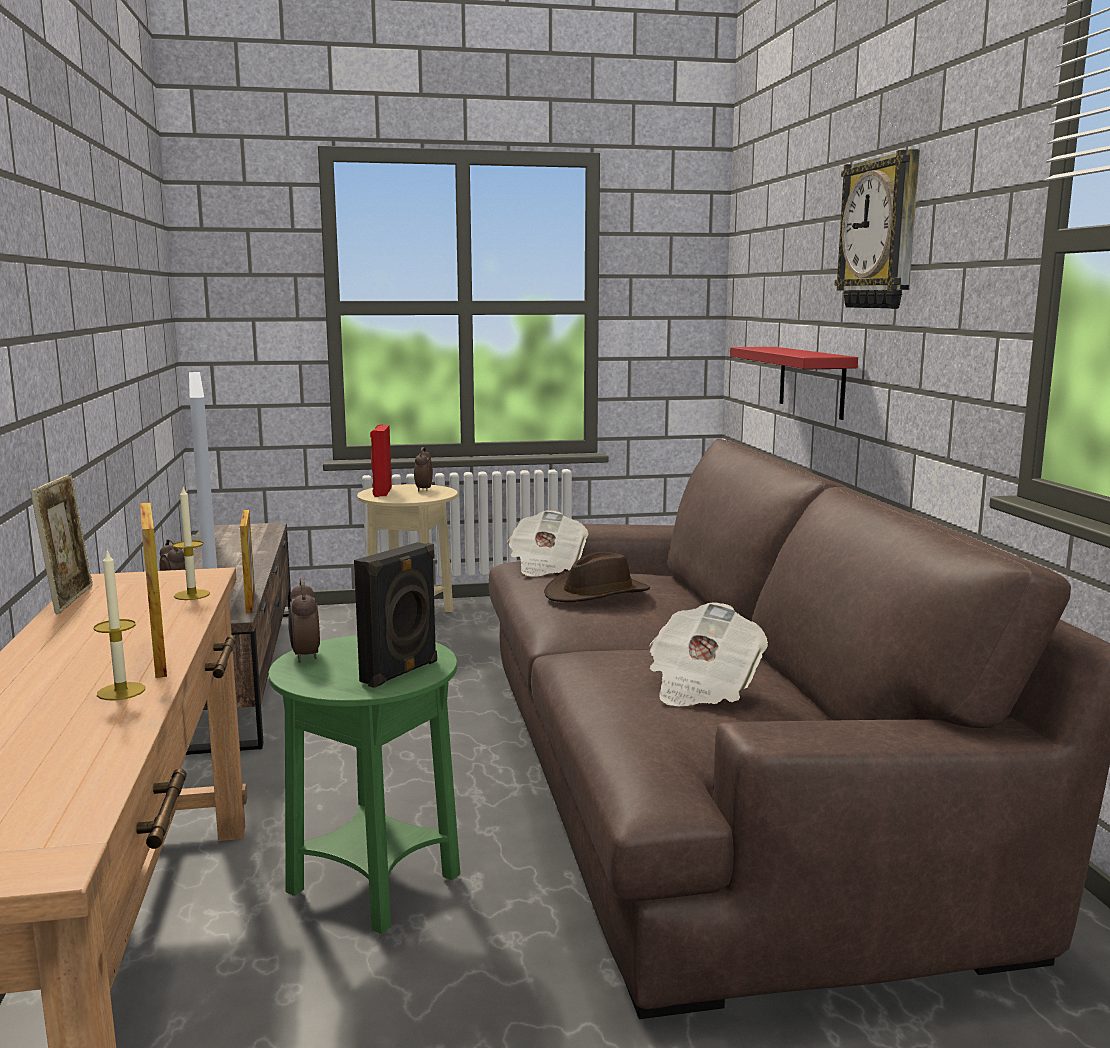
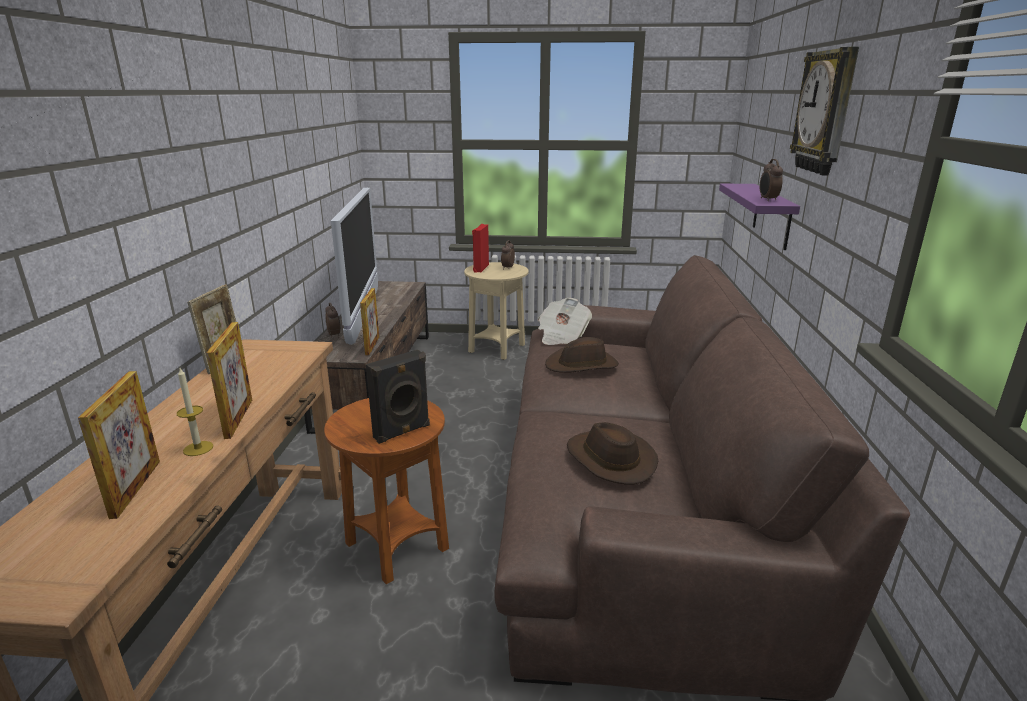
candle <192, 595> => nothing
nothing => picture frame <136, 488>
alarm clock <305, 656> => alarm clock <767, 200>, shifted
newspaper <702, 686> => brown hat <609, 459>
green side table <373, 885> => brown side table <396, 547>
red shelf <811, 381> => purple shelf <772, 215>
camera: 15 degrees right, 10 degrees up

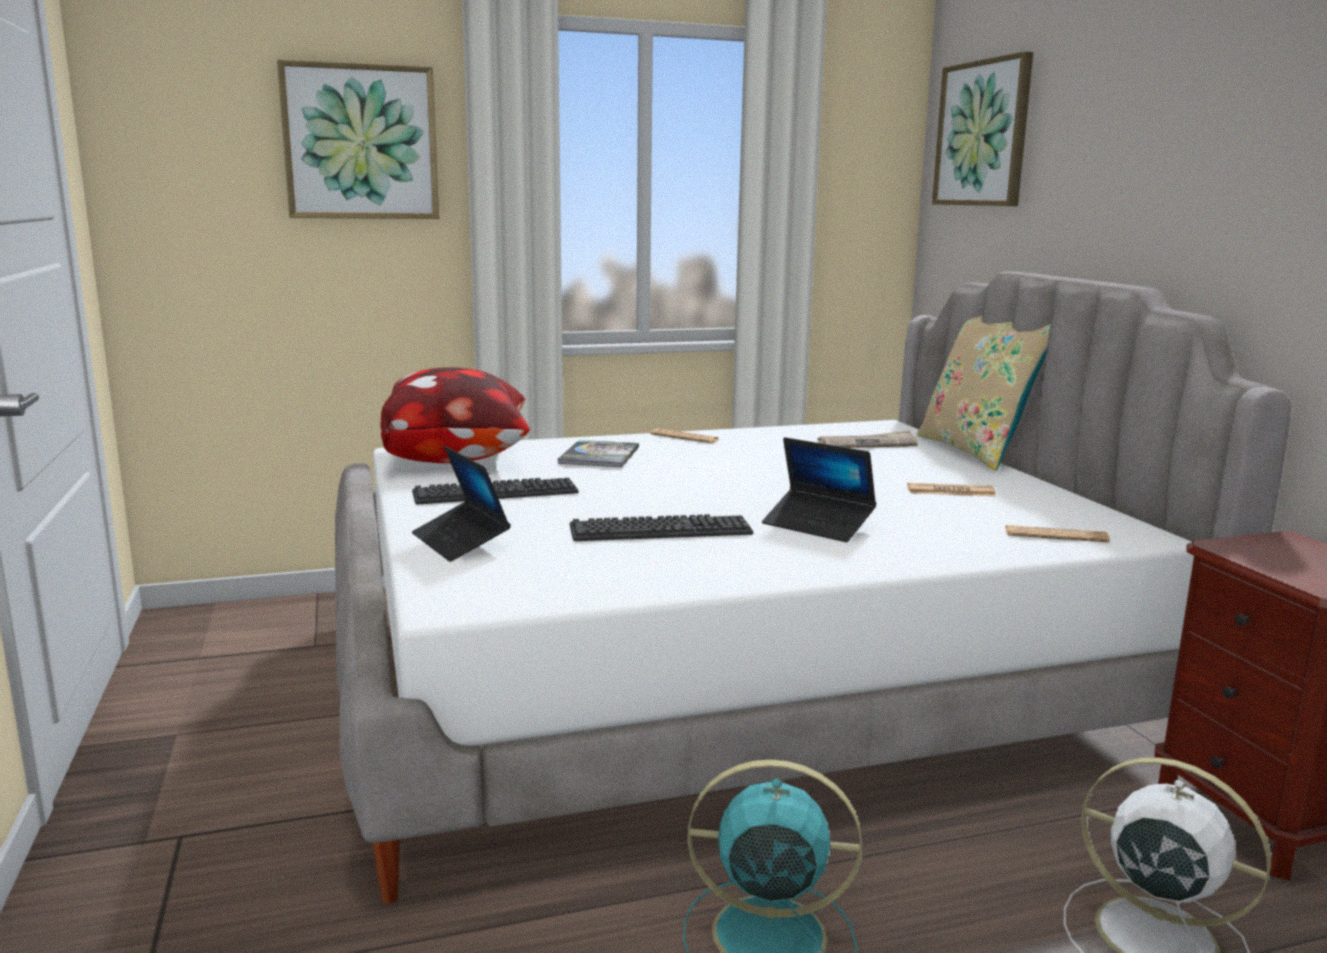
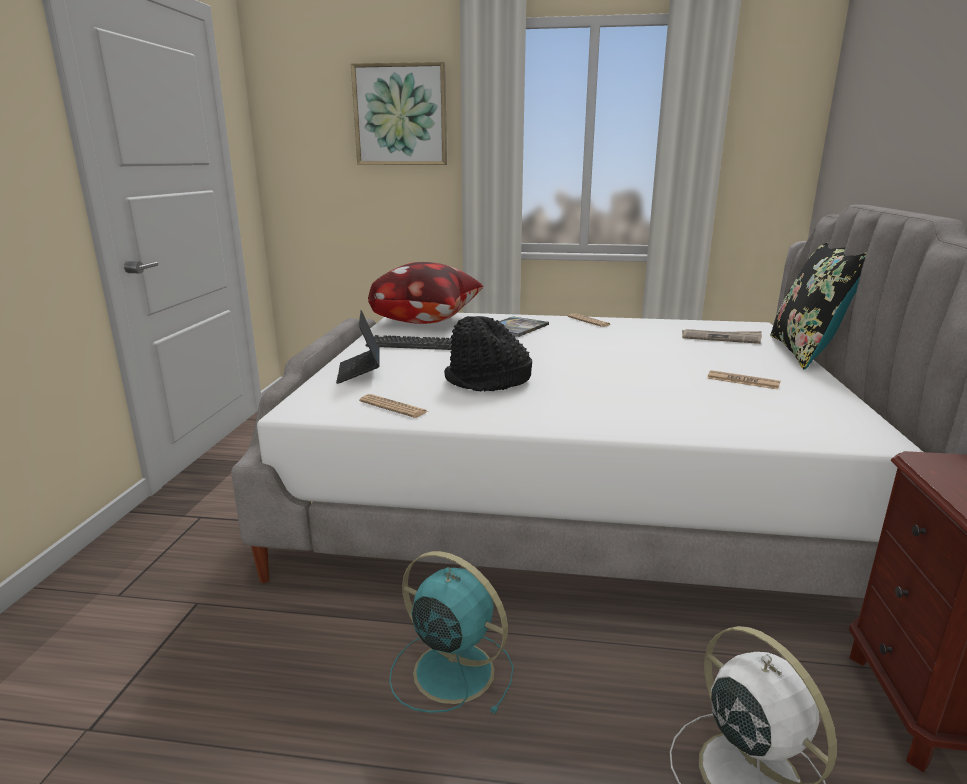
laptop <818, 525> => nothing
picture <983, 134> => nothing
newspaper <1055, 536> => newspaper <393, 407>, shifted
keyboard <660, 530> => black hat <487, 381>
beige pillow <976, 451> => black pillow <808, 352>
camera: 25 degrees right, 5 degrees up

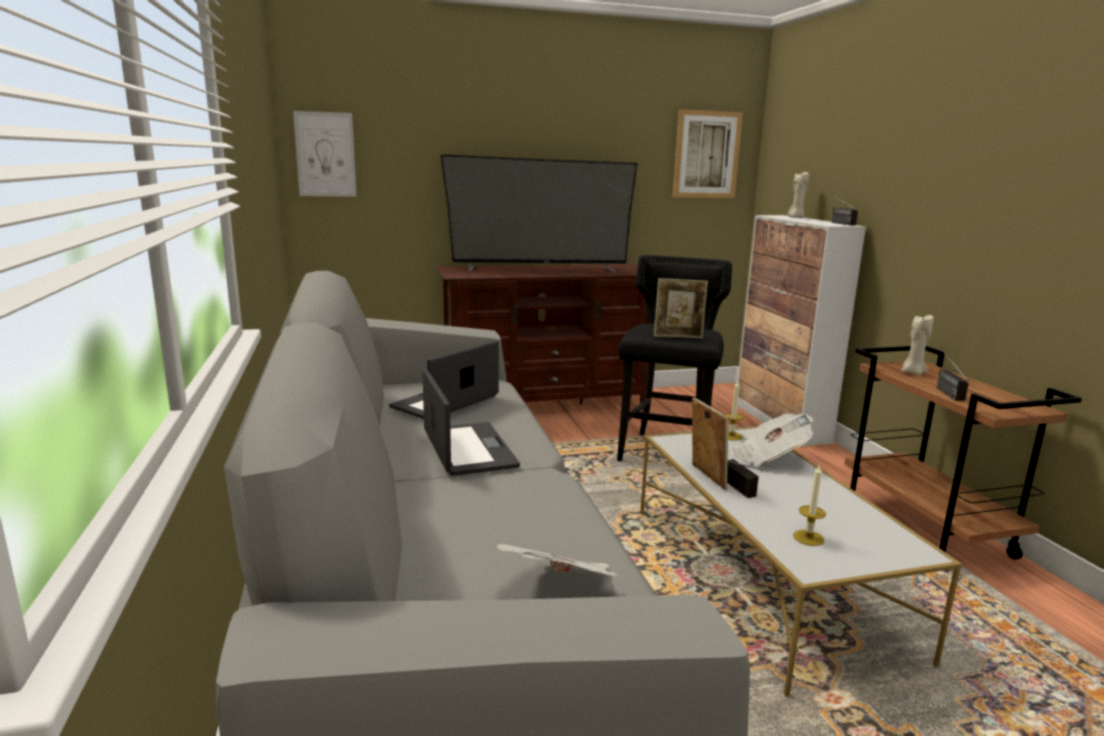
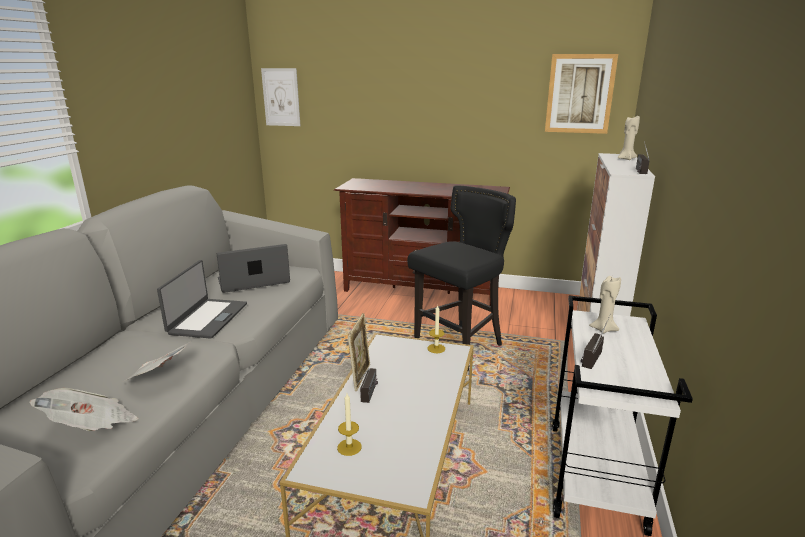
television <539, 269> => nothing
picture frame <678, 337> => nothing
newspaper <768, 457> => newspaper <160, 377>, shifted
brown cart <927, 529> => white cart <596, 476>
camera: 30 degrees right, 5 degrees up

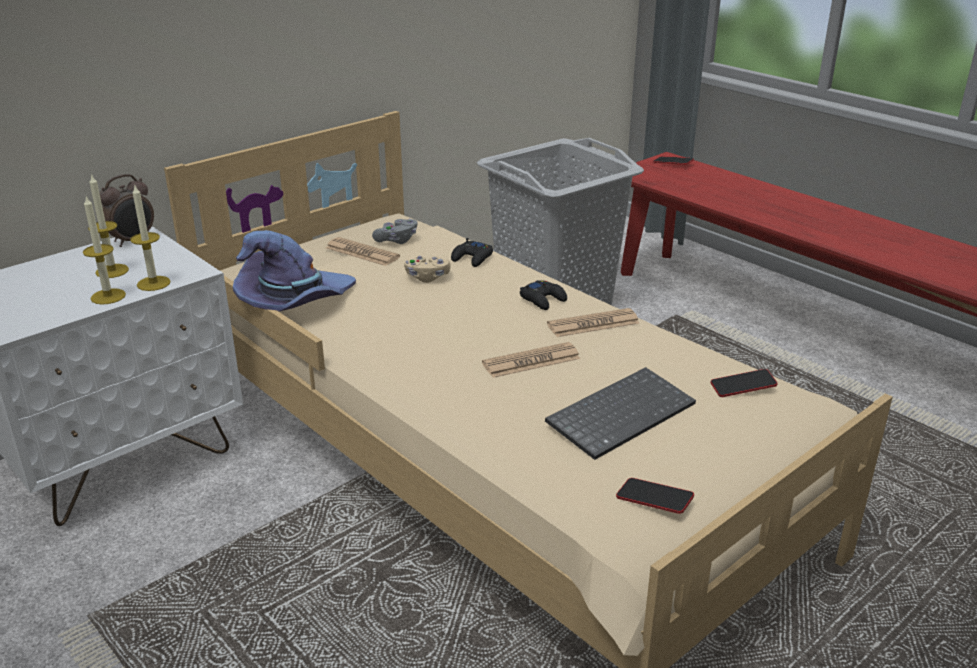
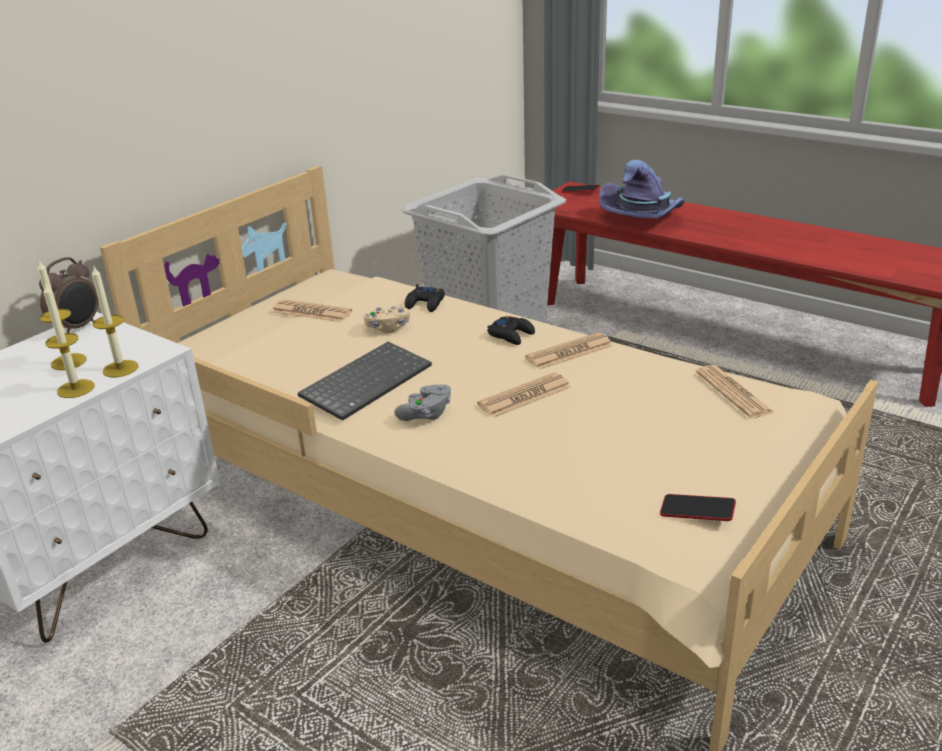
purple hat <294, 301> => purple hat <642, 217>, shifted
grey game controller <397, 240> => grey game controller <426, 414>, shifted
keyboard <620, 413> => keyboard <366, 381>, shifted
phone <743, 387> => newspaper <733, 392>
camera: 10 degrees left, 0 degrees up

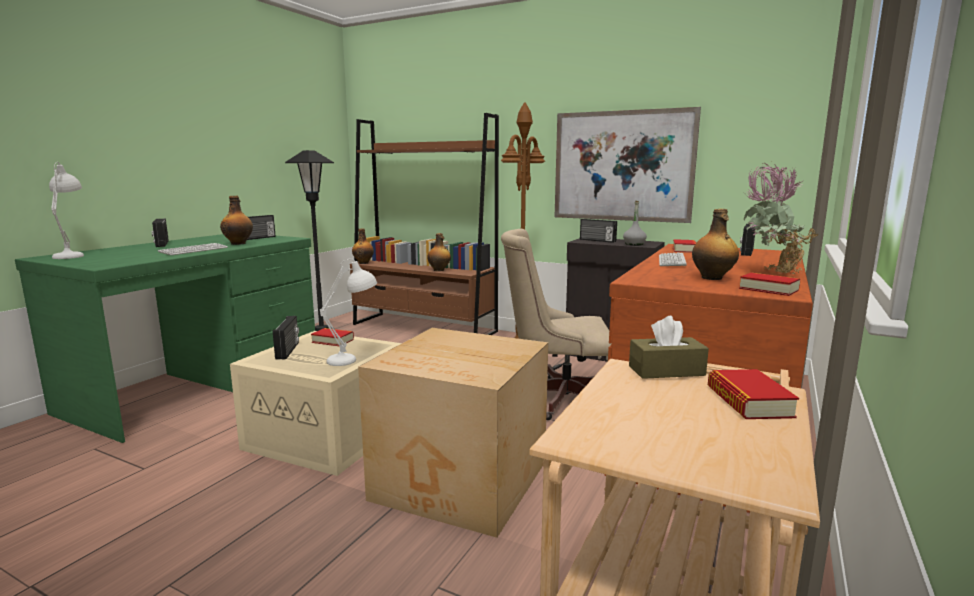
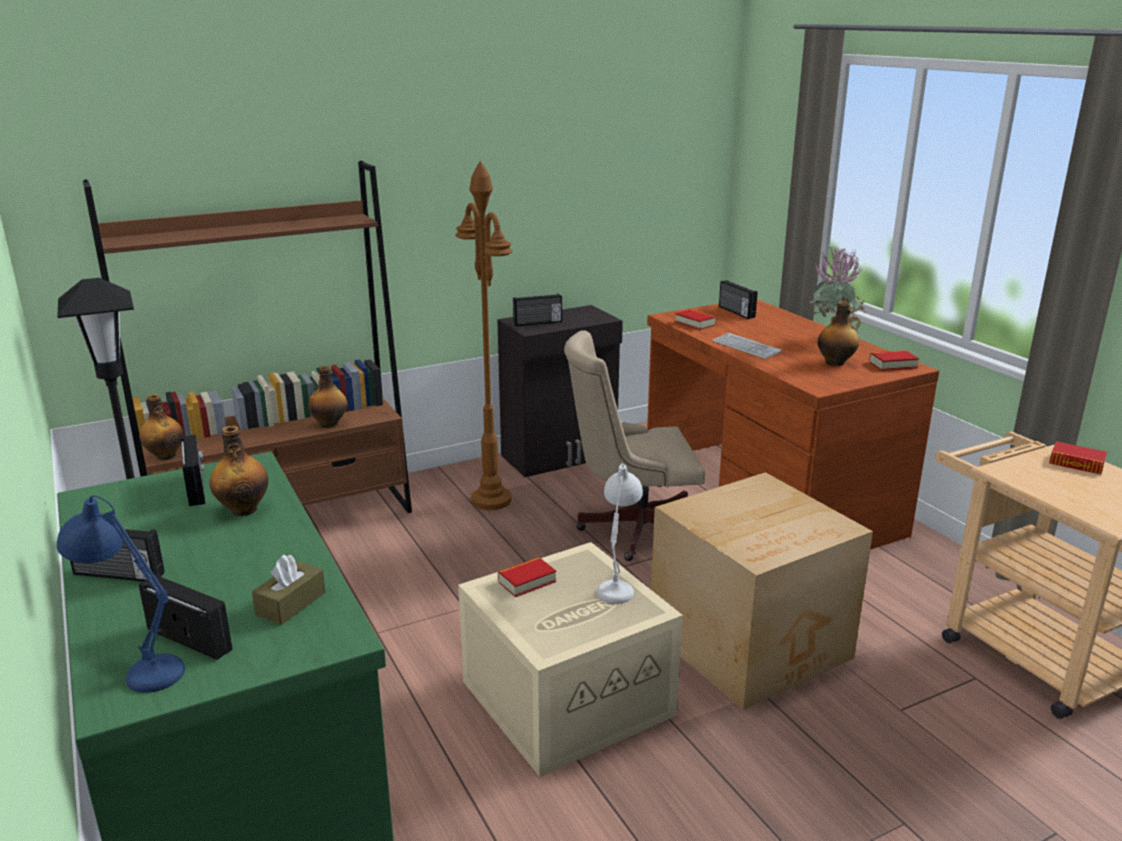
keyboard <194, 250> => nothing
picture <622, 166> => nothing
grey bottle <634, 244> => nothing
radio <288, 350> => radio <191, 638>, shifted
brown tissue box <666, 371> => brown tissue box <291, 604>, shifted
white table lamp <73, 255> => blue table lamp <137, 669>
beige office chair <557, 398> => beige office chair <631, 528>, 45 degrees clockwise
camera: 55 degrees left, 10 degrees up

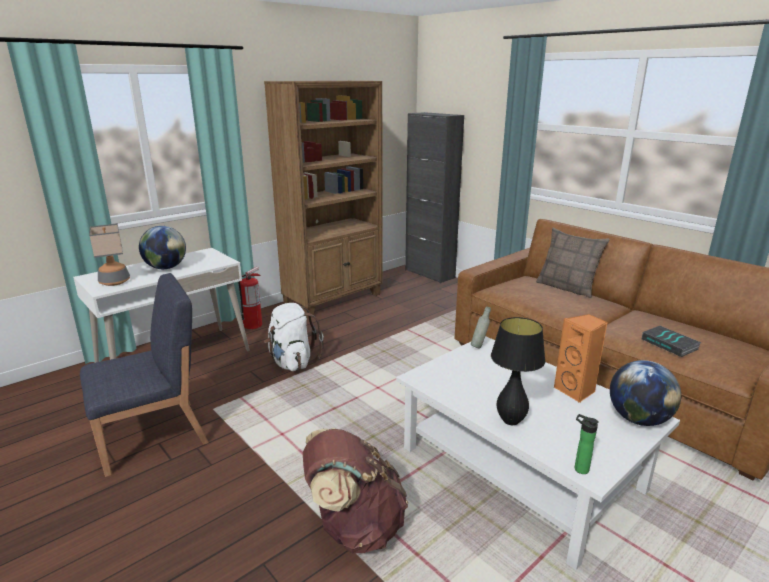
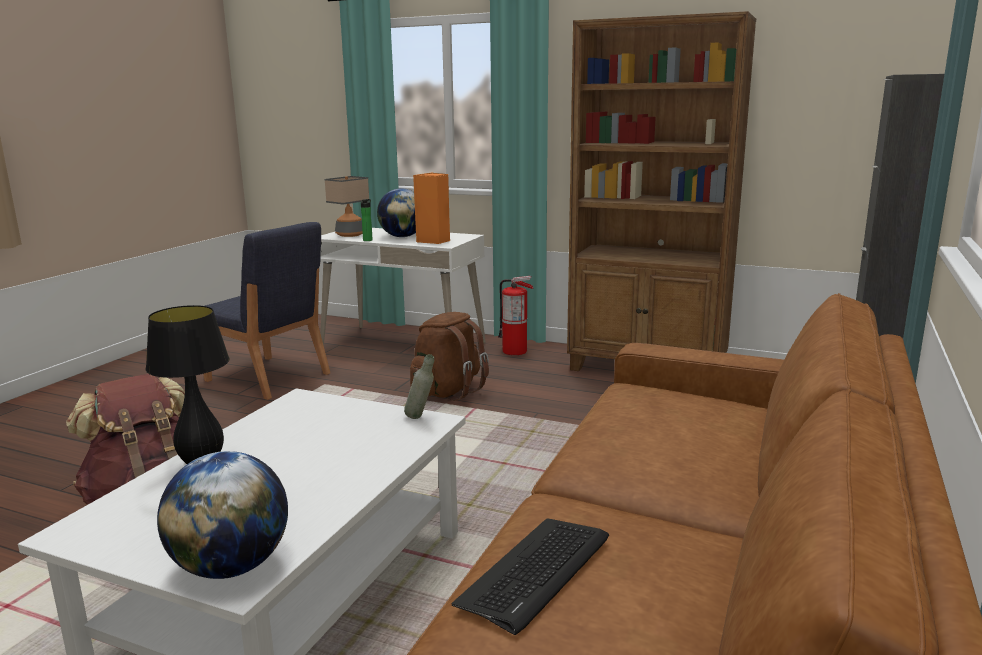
pillow <567, 287> => nothing
orange speaker <576, 391> => orange speaker <434, 241>, shifted
bottle <579, 468> => bottle <368, 240>, shifted
book <670, 344> => keyboard <536, 572>
white backpack <292, 363> => brown backpack <448, 391>
camera: 65 degrees right, 5 degrees down

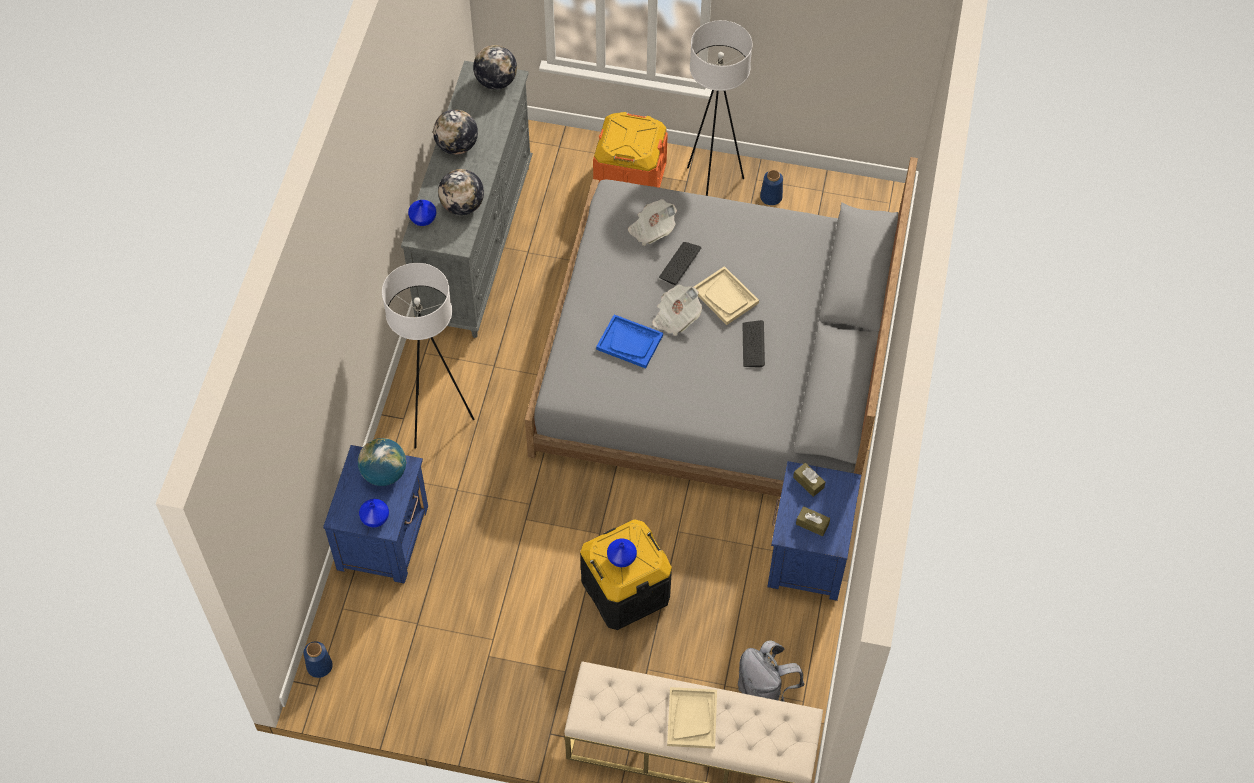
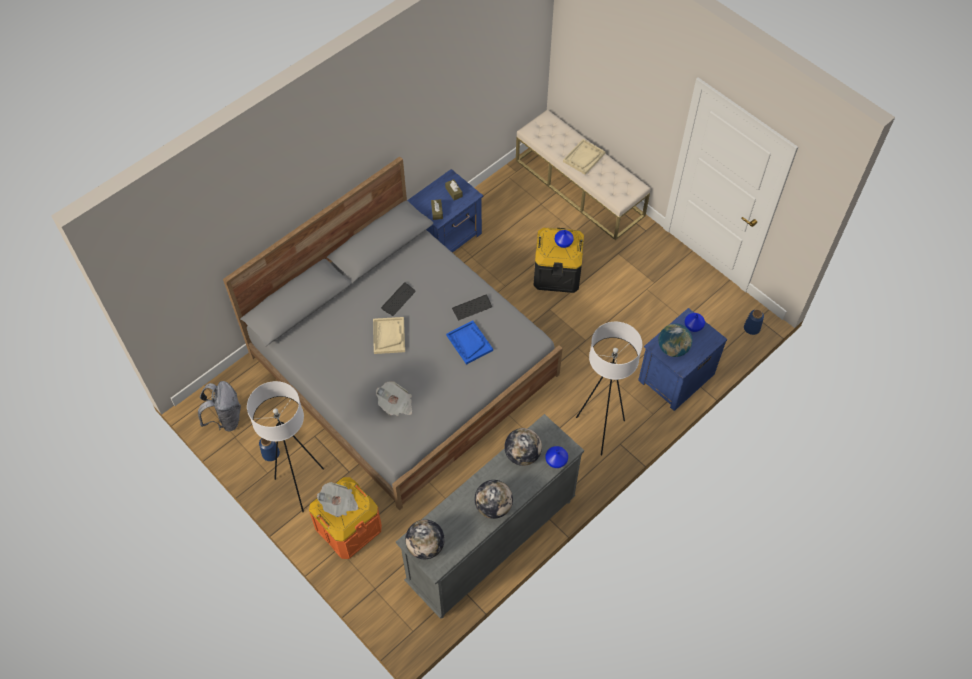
newspaper <676, 317> => newspaper <339, 504>, shifted
keyboard <680, 263> => keyboard <472, 308>, shifted
grey backpack <764, 692> => grey backpack <226, 418>, shifted
camera: 145 degrees left, 0 degrees up

